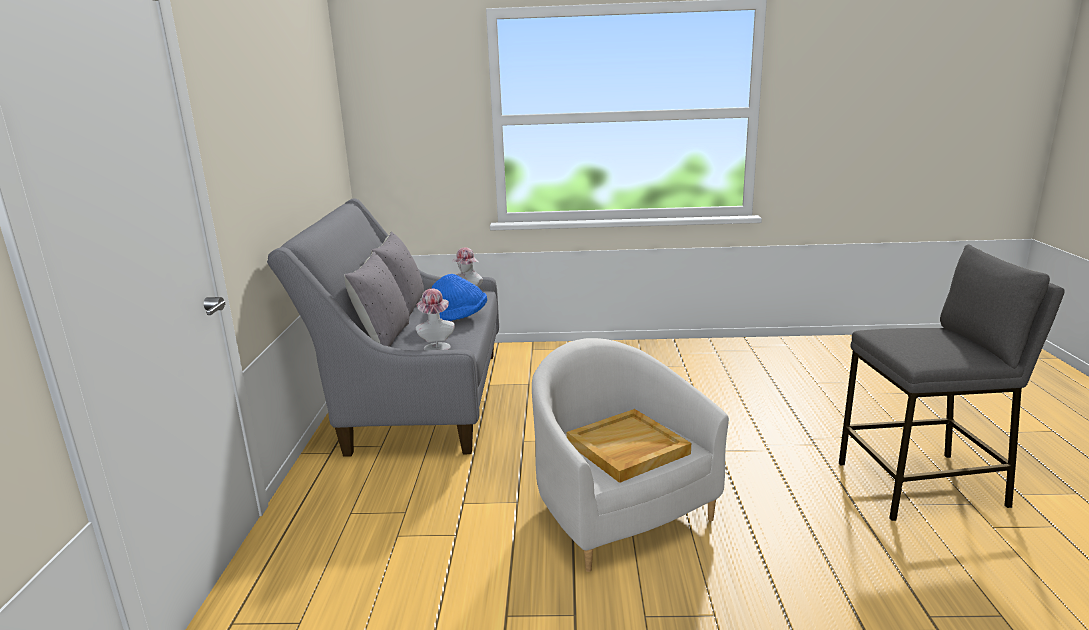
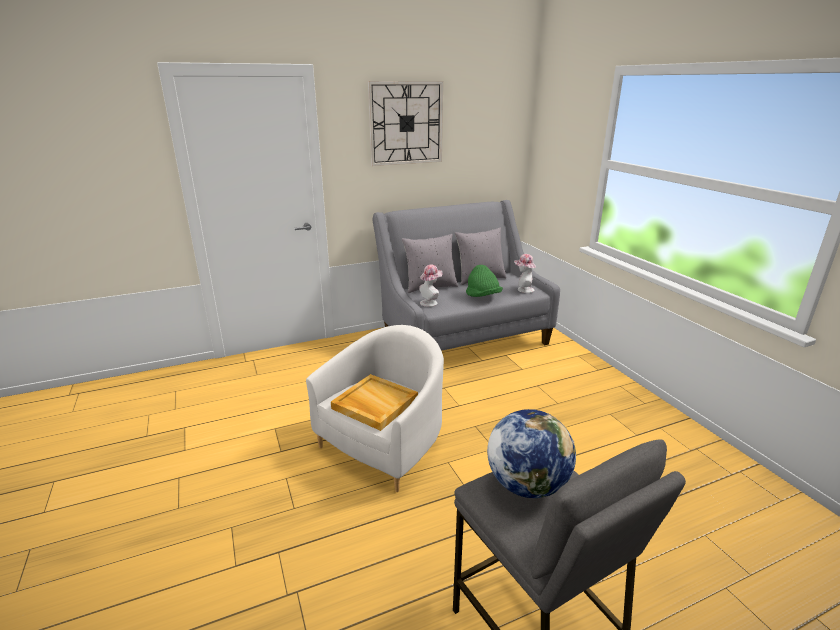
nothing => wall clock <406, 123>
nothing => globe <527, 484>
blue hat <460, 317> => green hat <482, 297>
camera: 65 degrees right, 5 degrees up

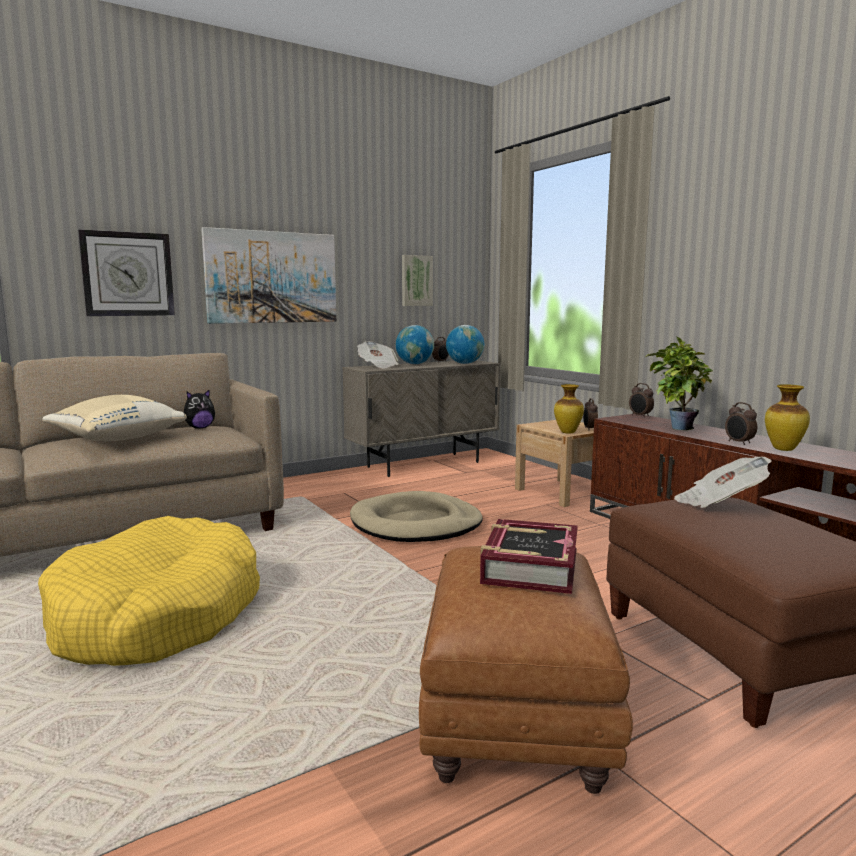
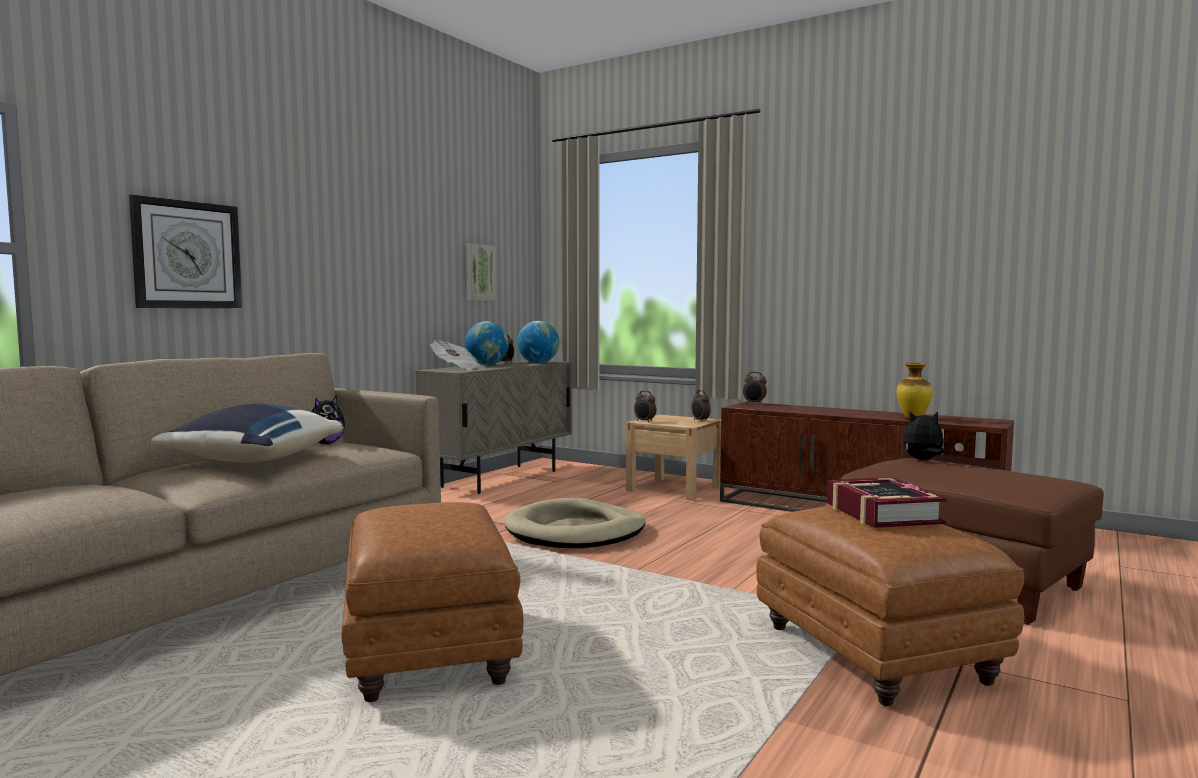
picture <272, 277> => nothing
vase <567, 432> => nothing
potted plant <676, 428> => nothing
alarm clock <739, 443> => alarm clock <644, 421>, shifted
yellow dog bed <157, 615> => brown ottoman <427, 652>
newspaper <719, 503> => plush toy <923, 460>
beige pillow <116, 439> => blue pillow <252, 460>
camera: 25 degrees left, 5 degrees down

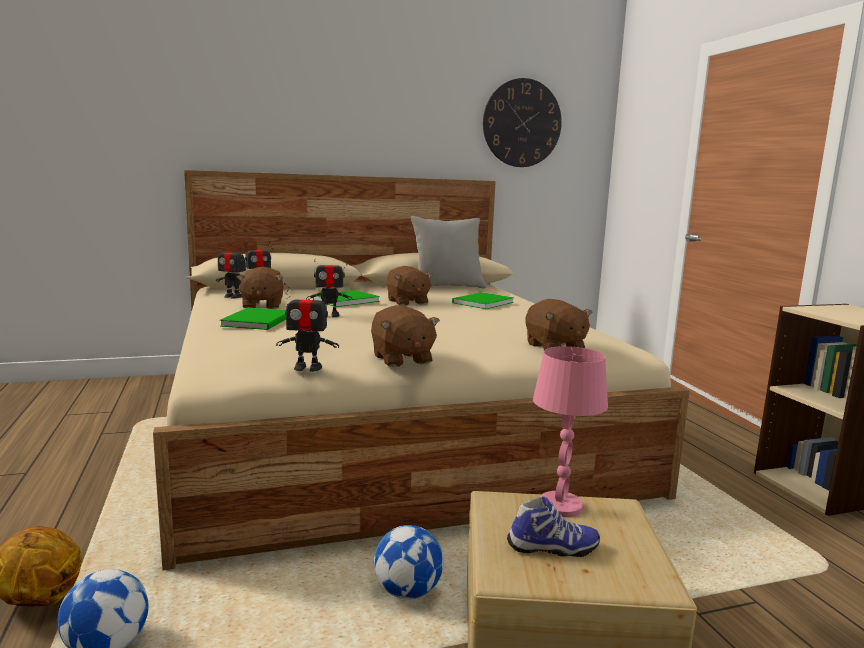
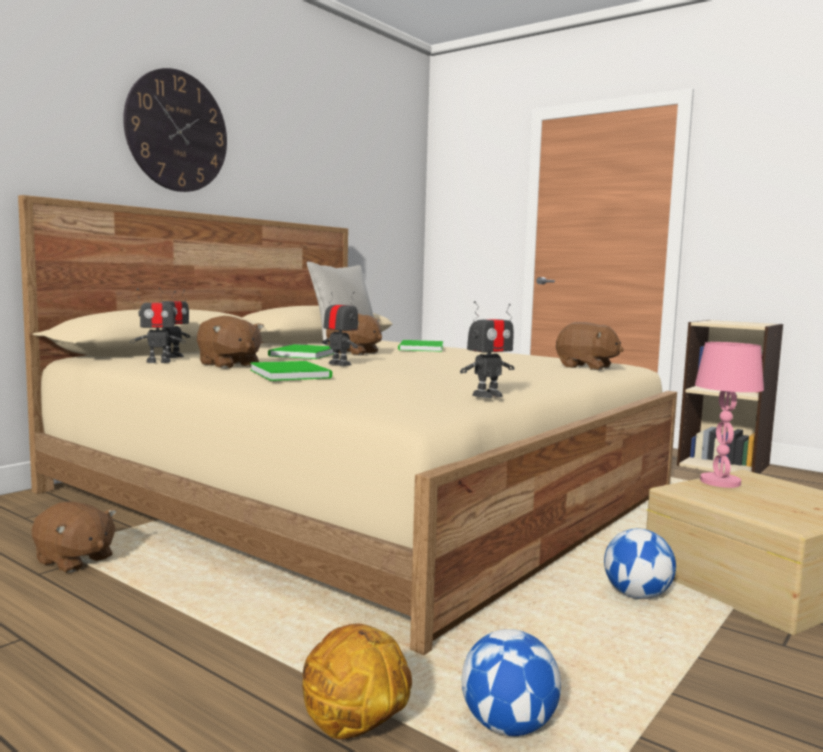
shoe <553, 548> => nothing
brown plush toy <401, 359> => brown plush toy <74, 560>, shifted
wall clock <522, 123> => wall clock <177, 131>, shifted
toy robot <329, 315> => toy robot <340, 364>, 90 degrees counterclockwise
camera: 35 degrees left, 5 degrees down

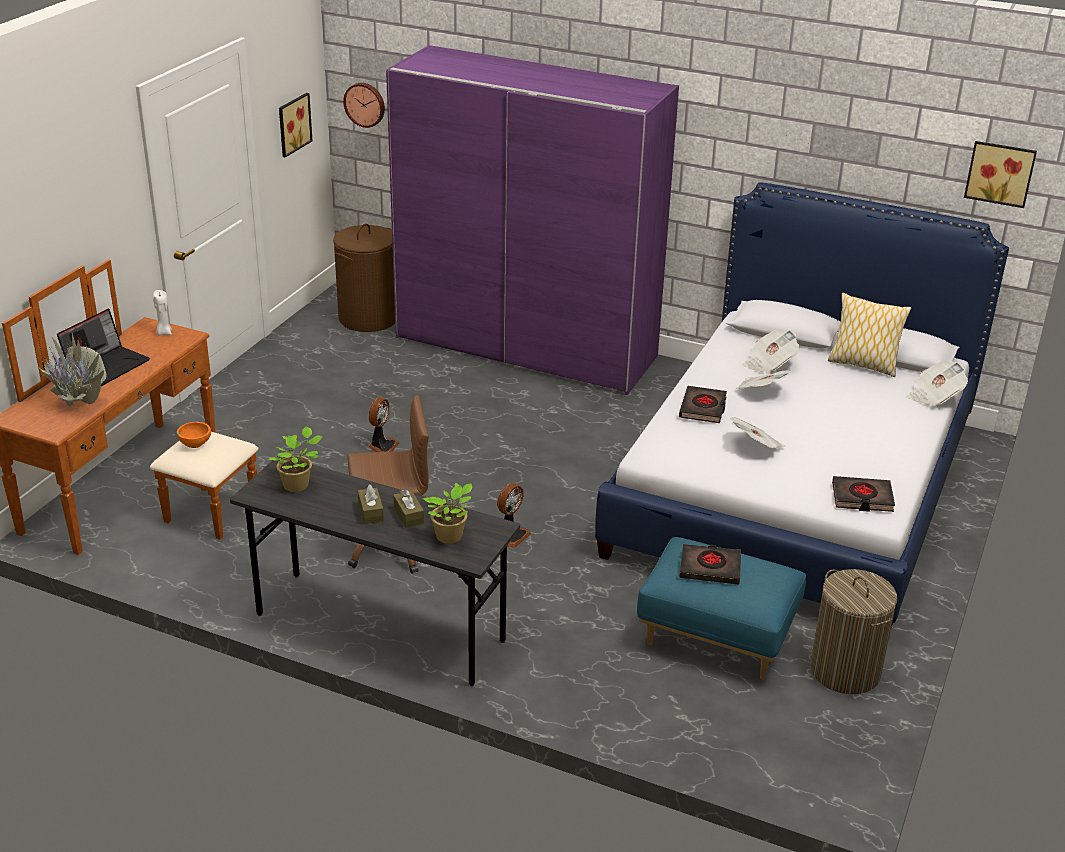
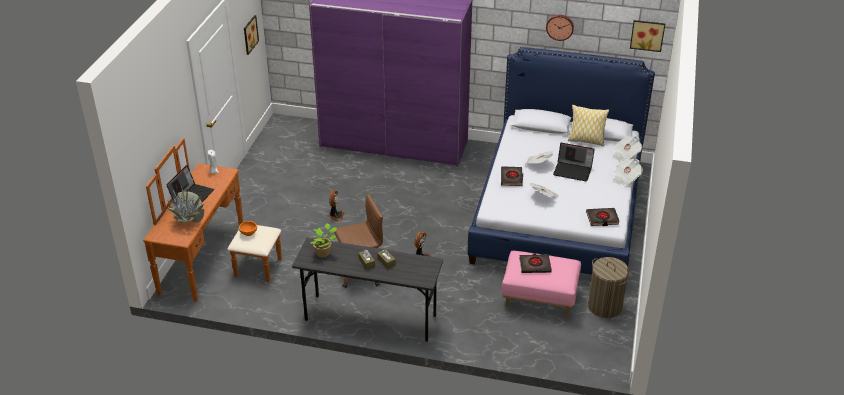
brown laundry basket <368, 318> => nothing
potted plant <451, 537> => nothing
nothing => laptop <573, 171>
wall clock <365, 104> => wall clock <560, 27>, shifted
newspaper <769, 364> => newspaper <625, 178>, shifted
blue ottoman <717, 638> => pink ottoman <540, 298>
camera: 10 degrees left, 5 degrees up

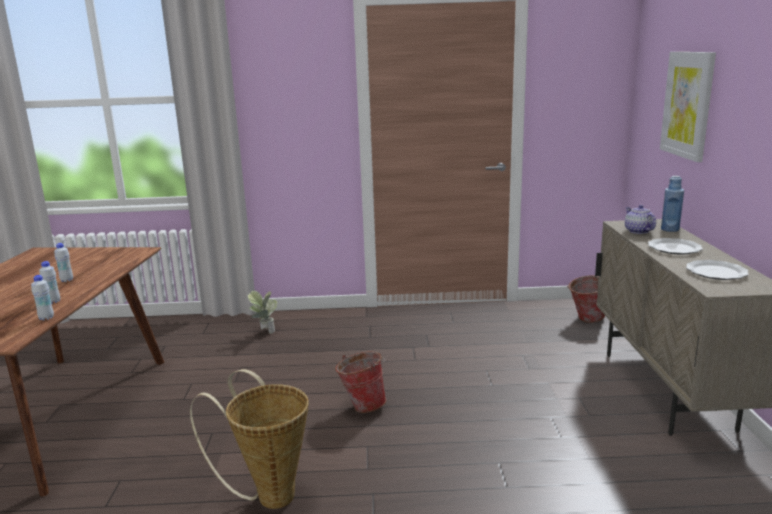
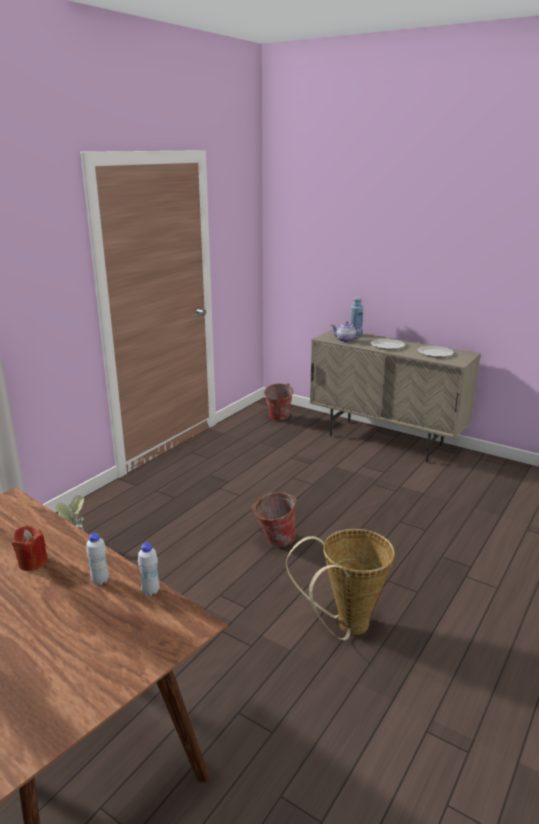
picture <687, 104> => nothing
white bottle <67, 280> => red candle <32, 562>
camera: 55 degrees left, 5 degrees up

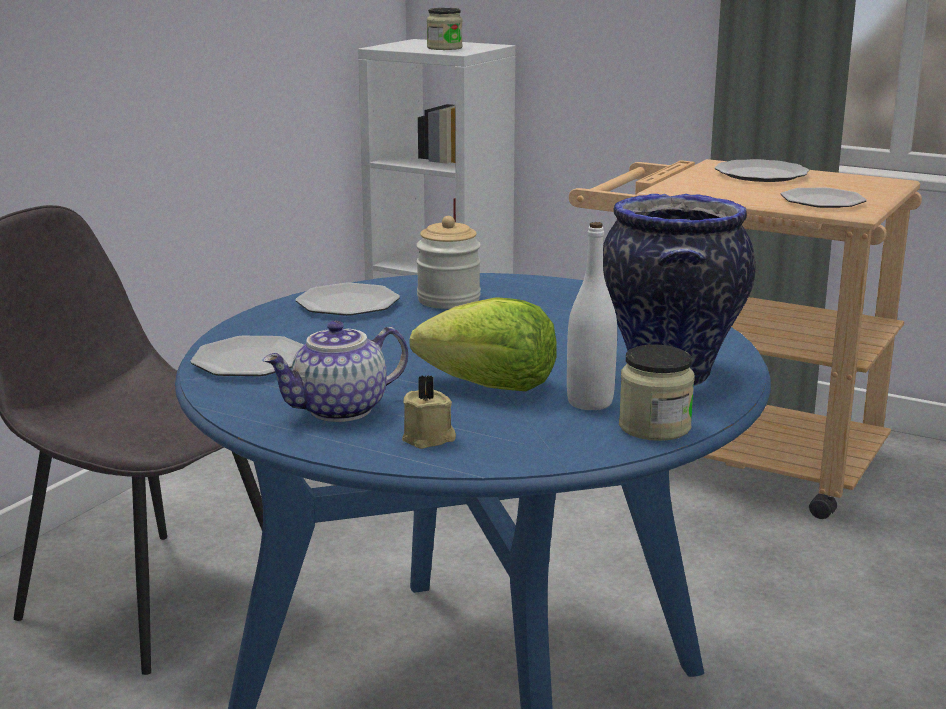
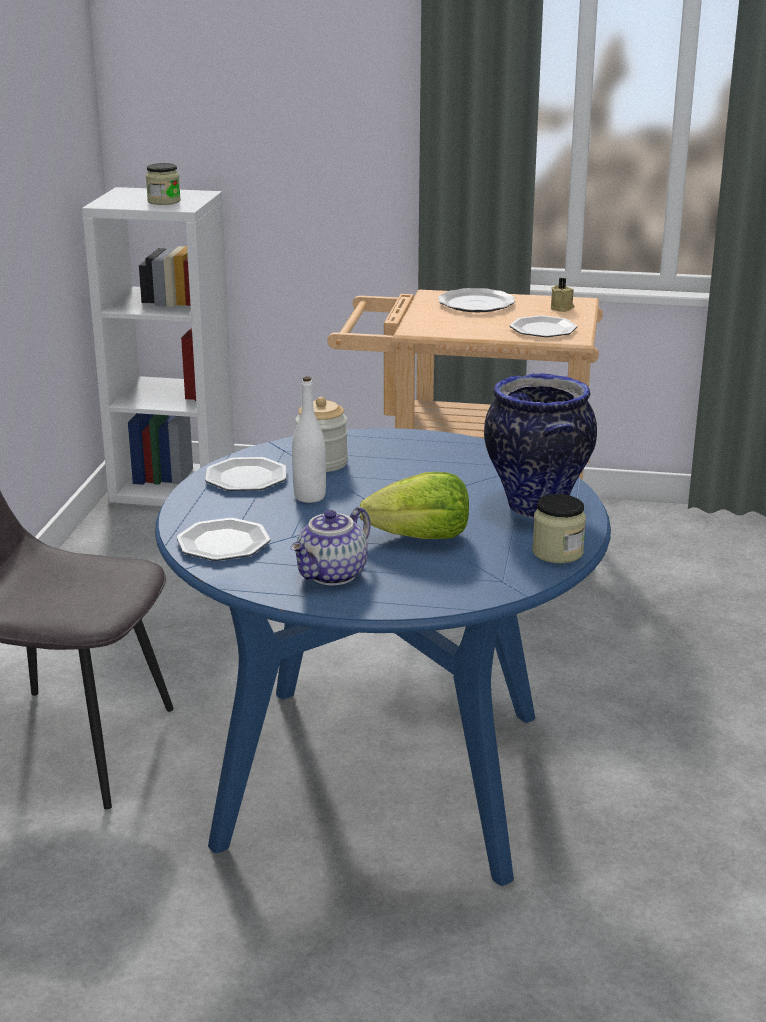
beige candle <429, 439> => beige candle <562, 308>, shifted
white bottle <590, 402> => white bottle <309, 497>, shifted
camera: 20 degrees left, 5 degrees up

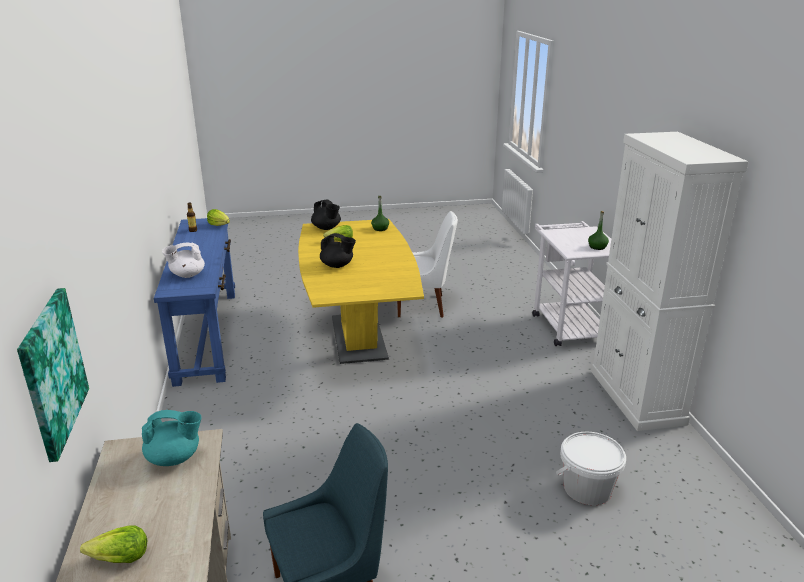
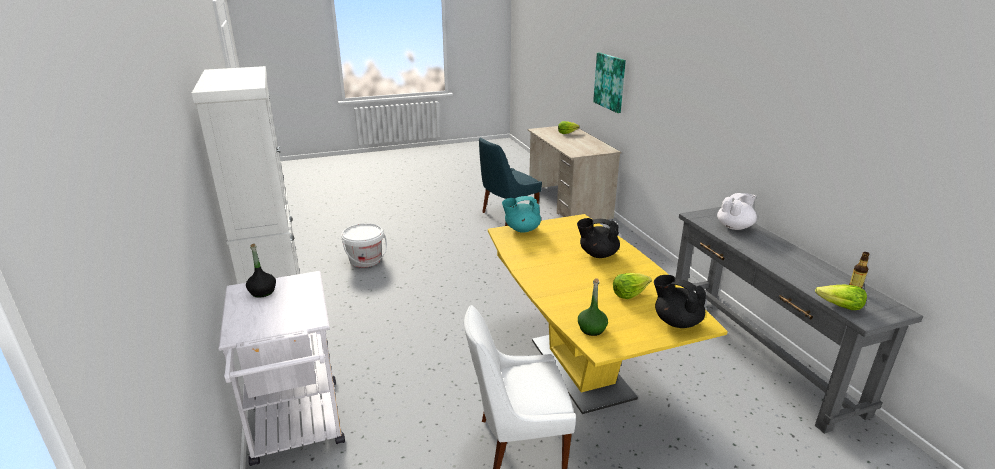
turquoise teapot <175, 458> => turquoise teapot <521, 229>, shifted
blue console table <207, 335> => grey console table <757, 352>
green bottle <597, 247> => black bottle <262, 292>
camera: 170 degrees right, 0 degrees up

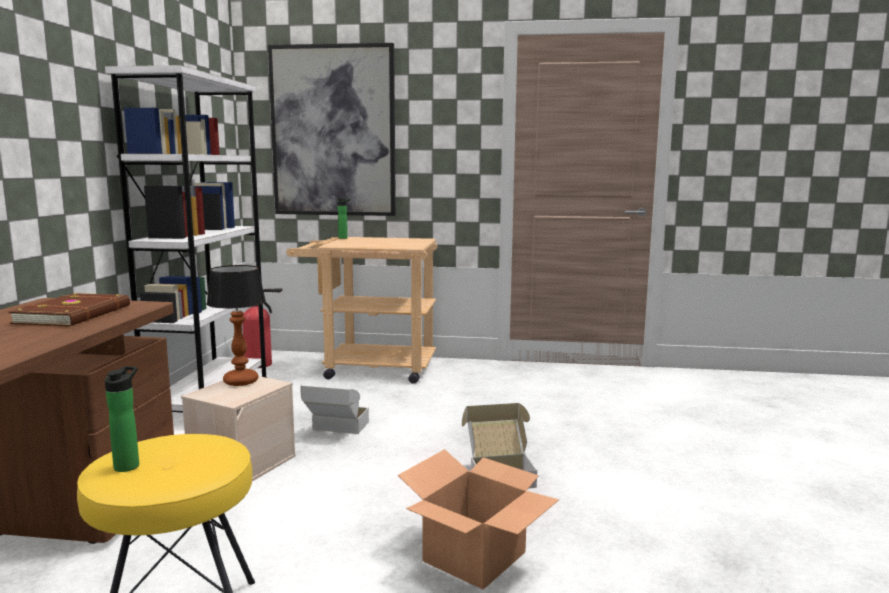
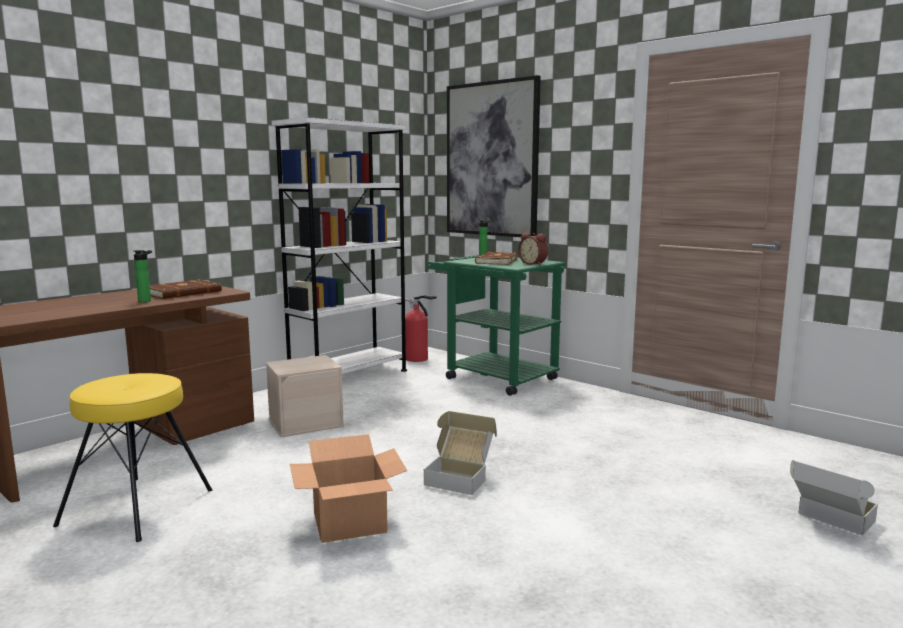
table lamp <241, 381> => nothing
nothing => brown book <495, 261>
nothing => alarm clock <534, 264>
bottle <129, 465> => bottle <146, 301>, shifted
cardboard box <336, 431> => cardboard box <830, 523>, shifted
beige cart <369, 368> => green cart <493, 377>
camera: 35 degrees right, 0 degrees up

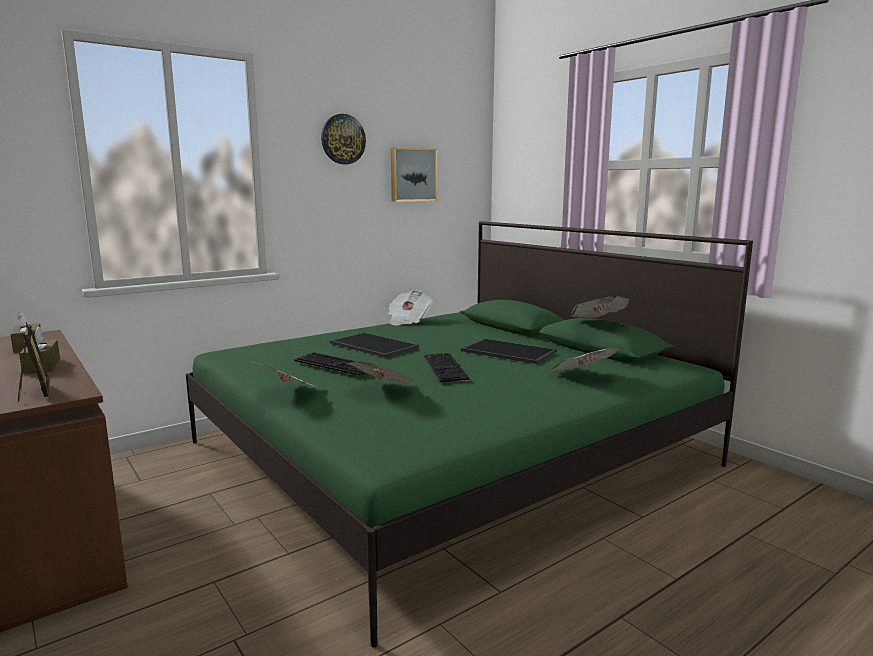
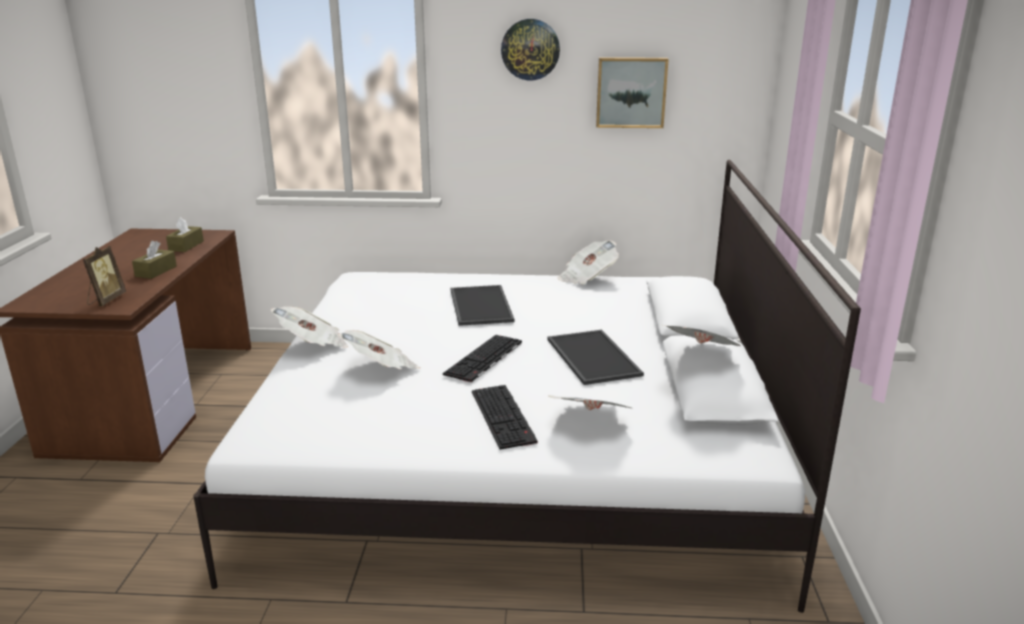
keyboard <337, 364> => keyboard <504, 417>, shifted
green bed <448, 453> => white bed <516, 449>
camera: 40 degrees right, 10 degrees up

